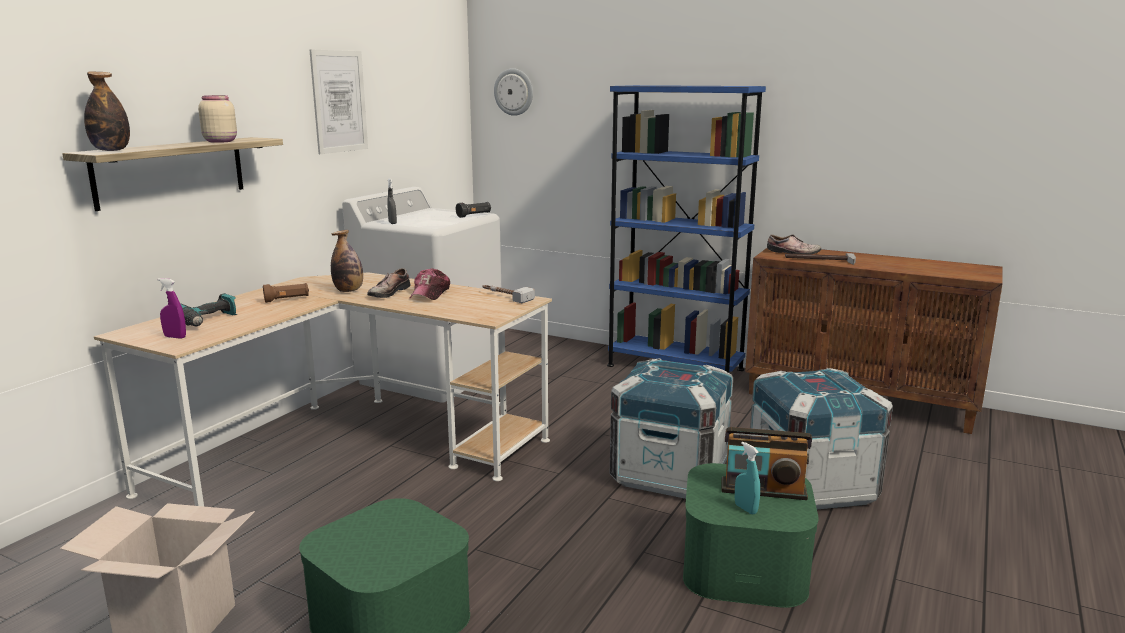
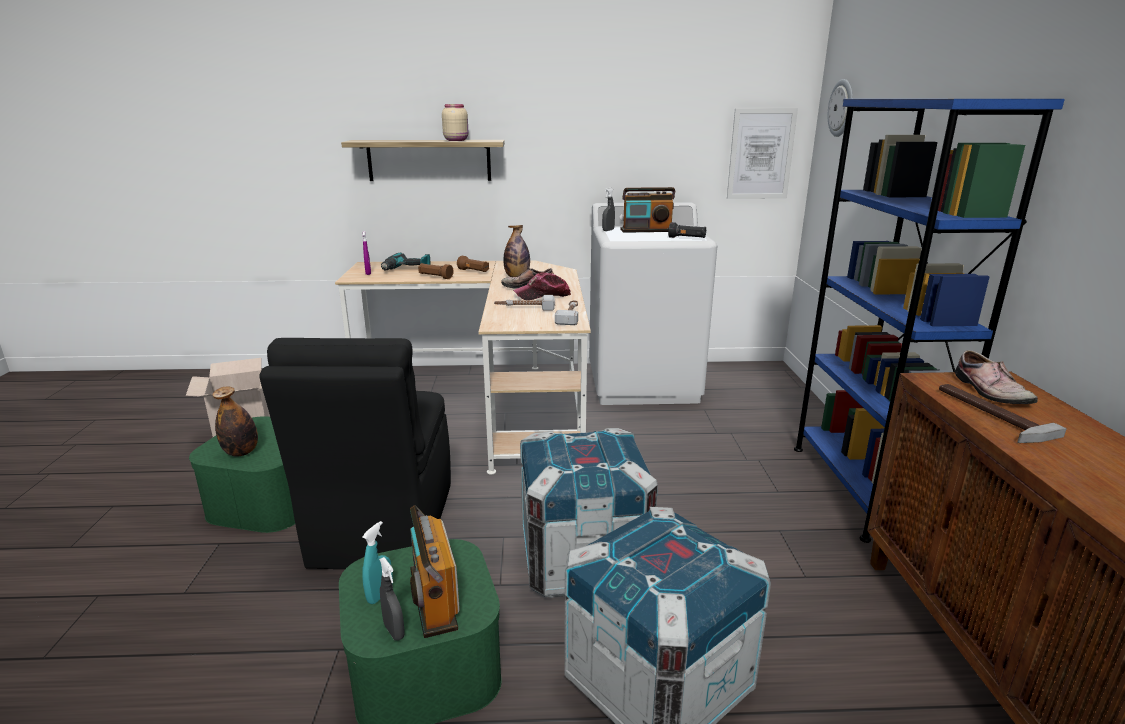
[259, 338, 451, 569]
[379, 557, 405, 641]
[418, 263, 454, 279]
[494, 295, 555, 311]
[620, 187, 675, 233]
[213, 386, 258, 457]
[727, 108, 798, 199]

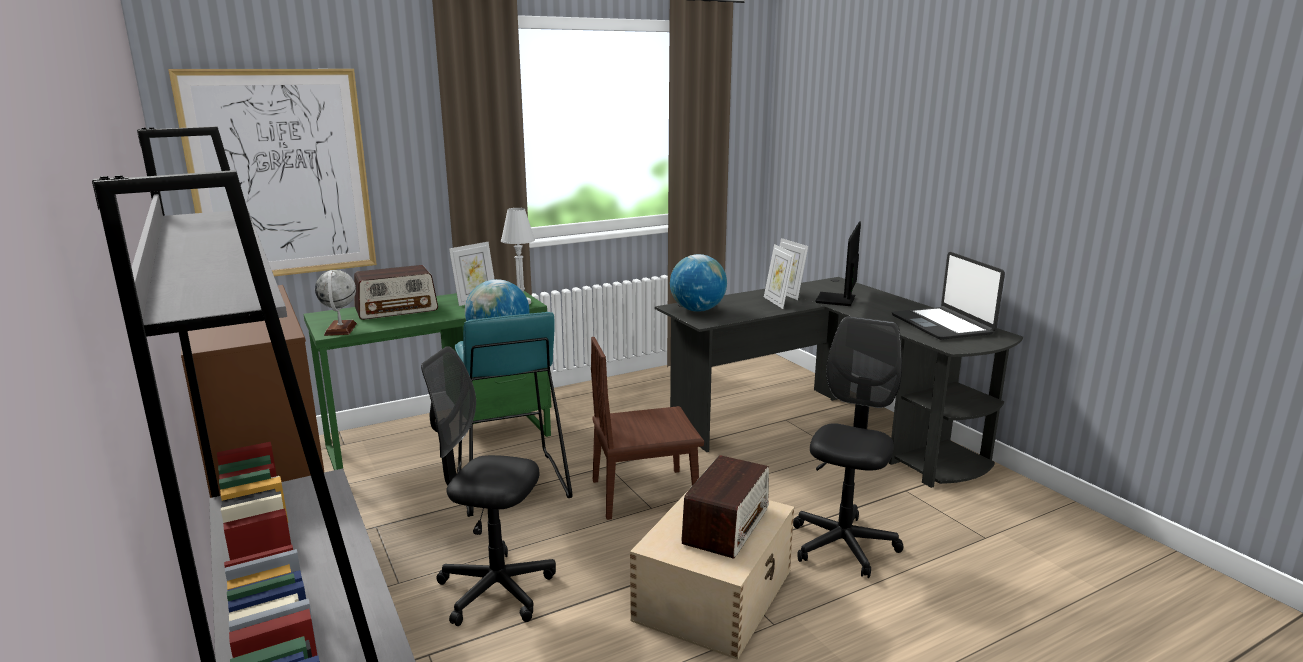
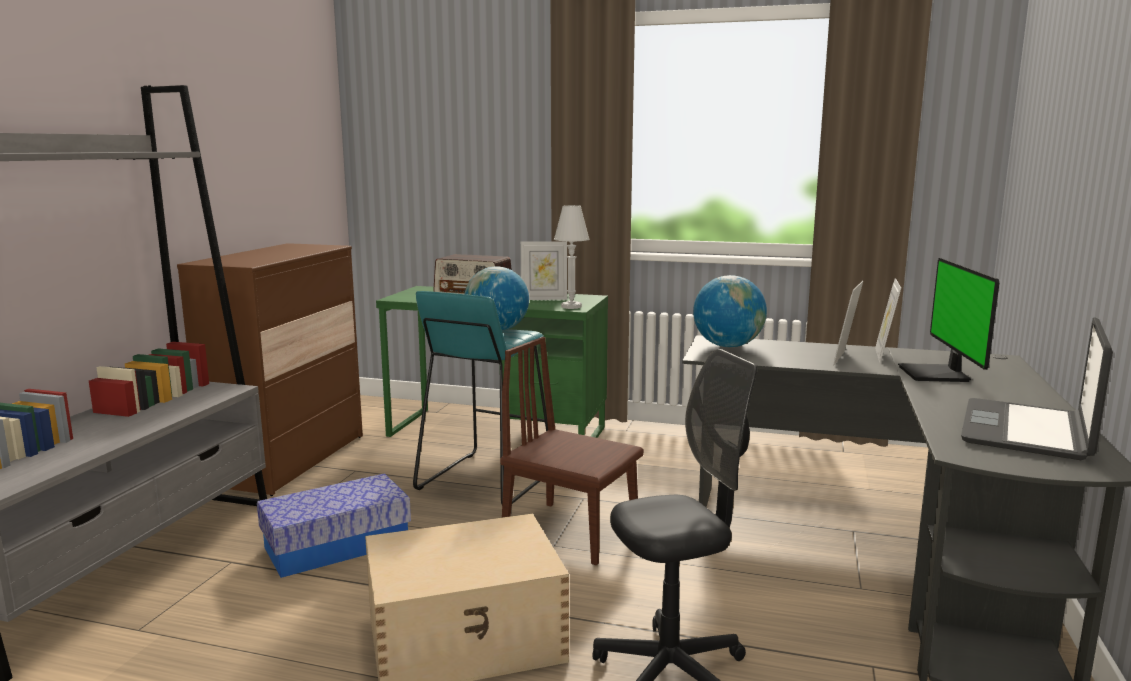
[168, 69, 377, 276] (first image)
[315, 270, 357, 336] (first image)
[682, 455, 769, 559] (first image)
[257, 473, 411, 578]
[898, 258, 999, 382]

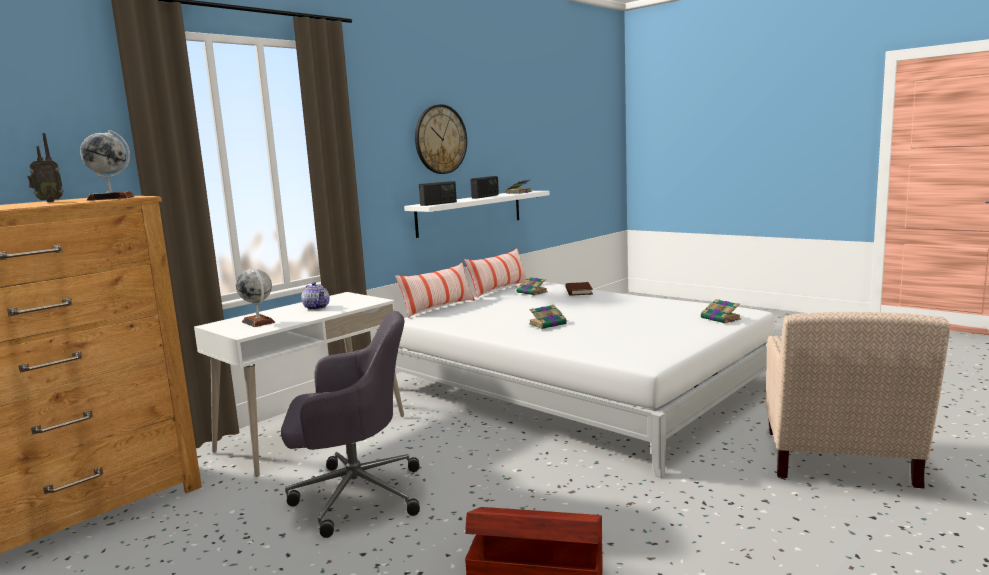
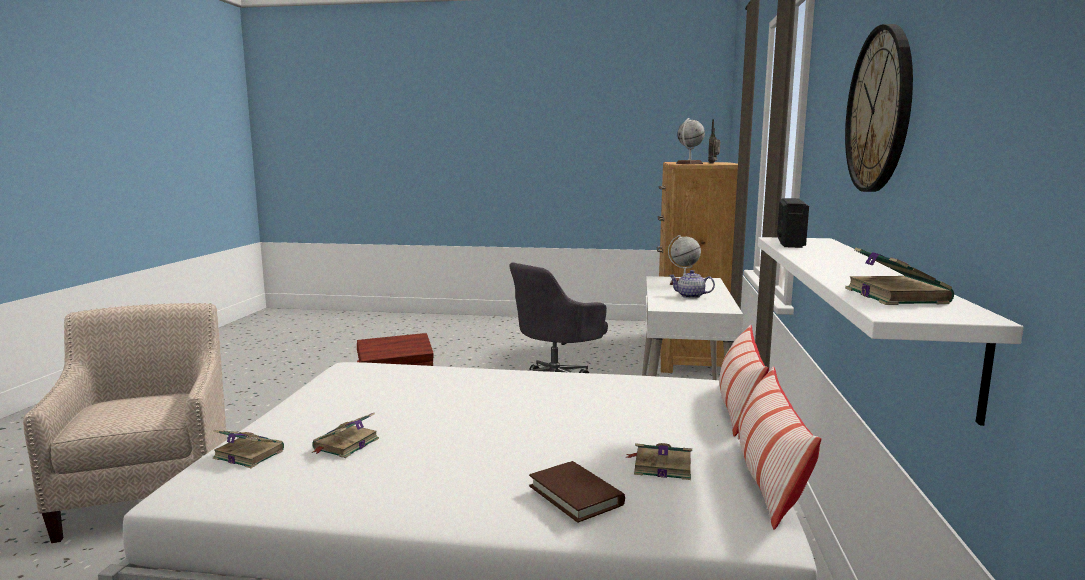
[470, 176, 499, 198] (first image)
[311, 413, 379, 458]

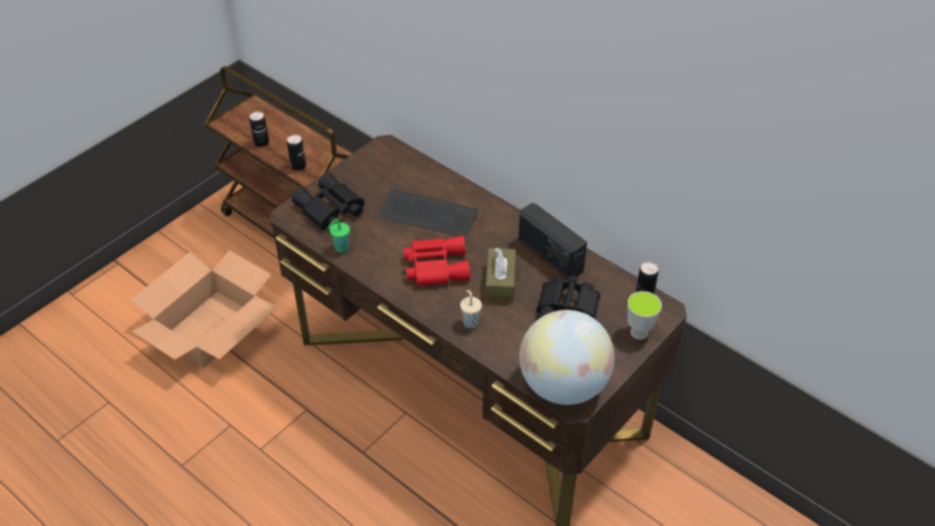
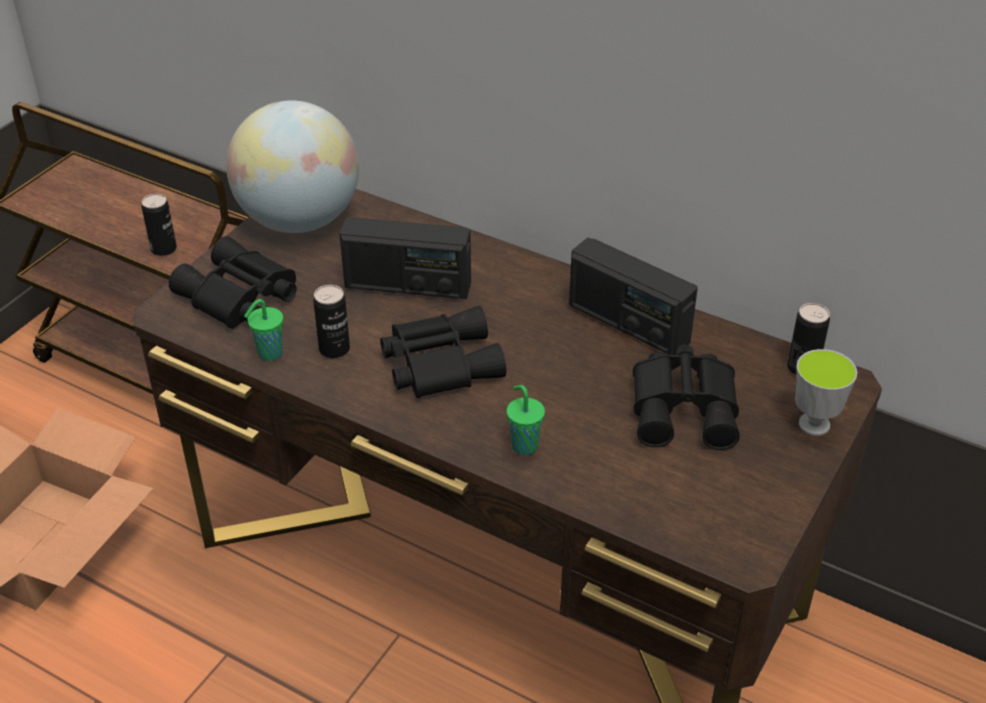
[486, 248, 516, 302] (first image)
[313, 285, 350, 358]
[226, 100, 359, 233]
[339, 217, 471, 299]
[380, 306, 506, 398]
[506, 385, 545, 455]

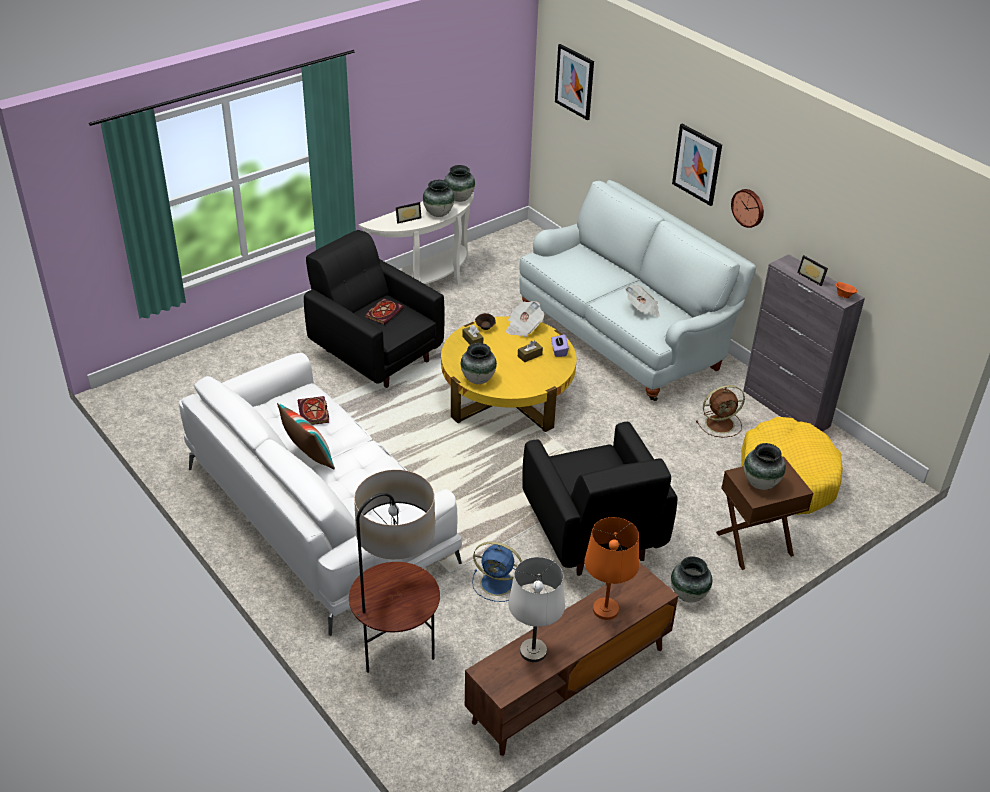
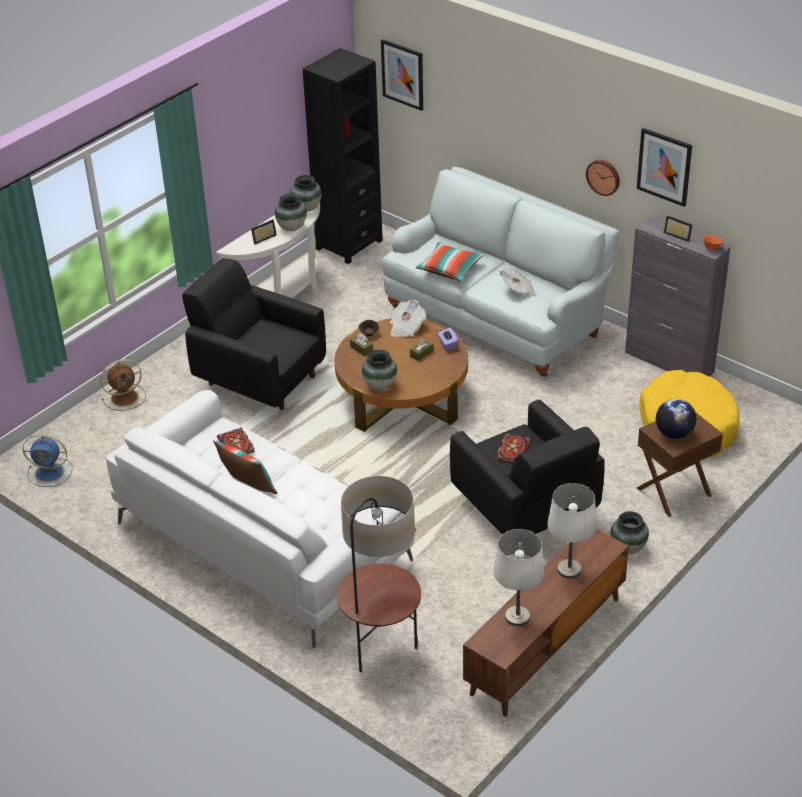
[303, 48, 383, 264]
[416, 242, 485, 282]
[496, 434, 532, 463]
[23, 434, 72, 487]
[637, 128, 692, 207]
[100, 359, 146, 411]
[656, 399, 696, 439]
[334, 319, 468, 432]
[547, 483, 597, 579]

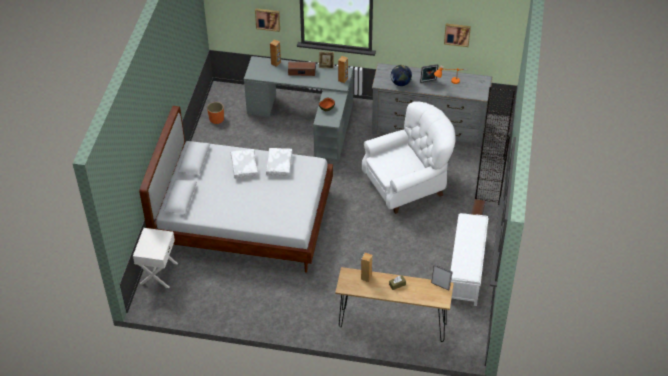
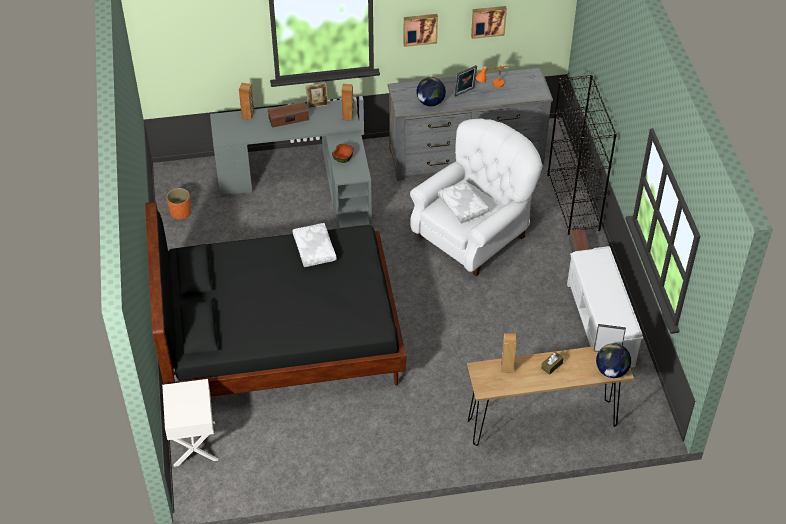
[596, 343, 631, 378]
[438, 181, 489, 224]
[403, 14, 438, 47]
[145, 202, 406, 397]

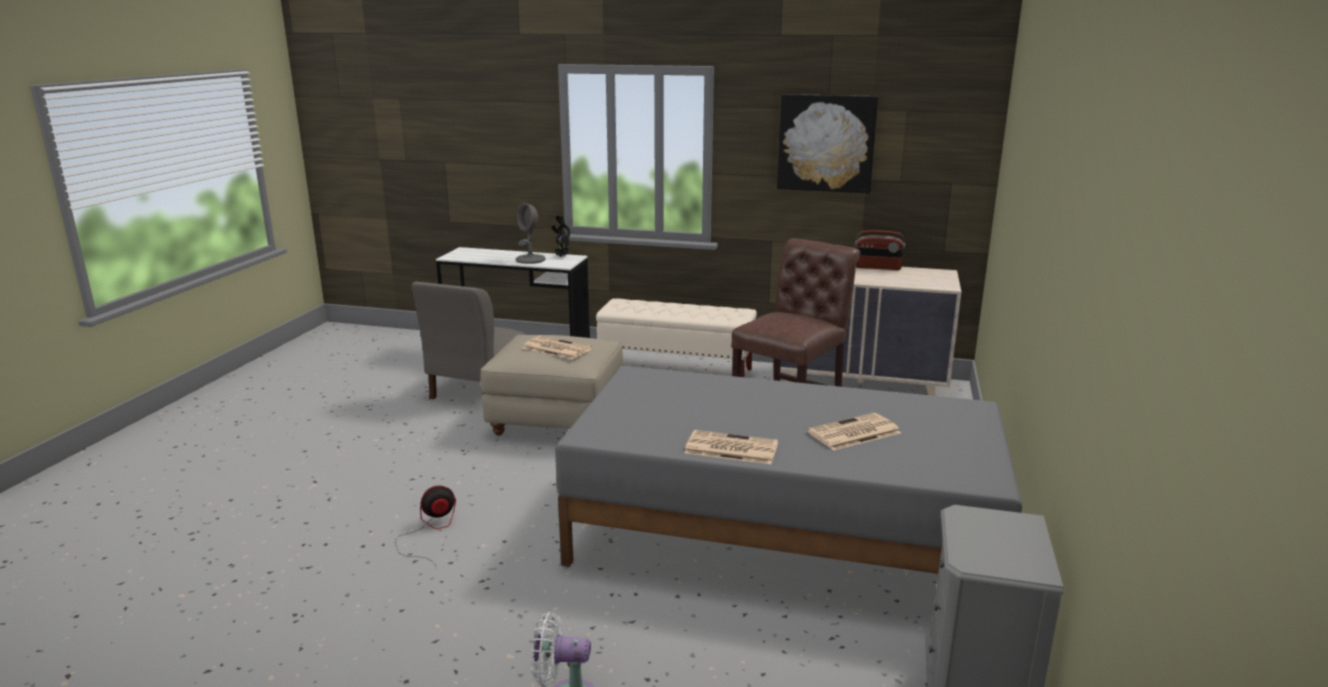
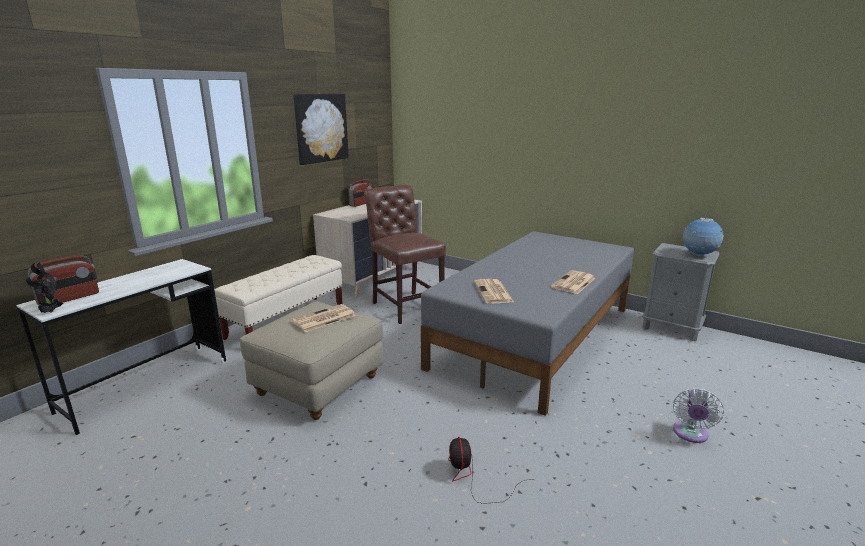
[412, 282, 525, 399] (first image)
[516, 203, 545, 264] (first image)
[28, 255, 99, 306]
[683, 218, 724, 256]
[26, 262, 63, 313]
[474, 279, 514, 304]

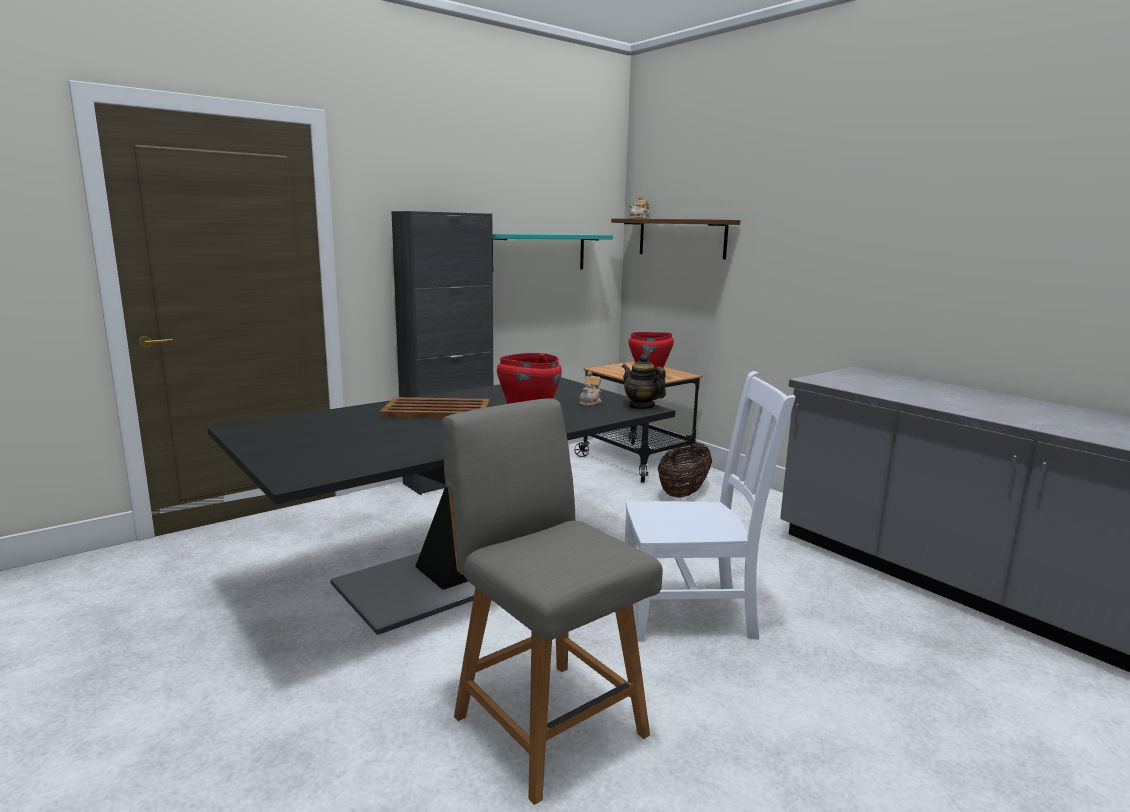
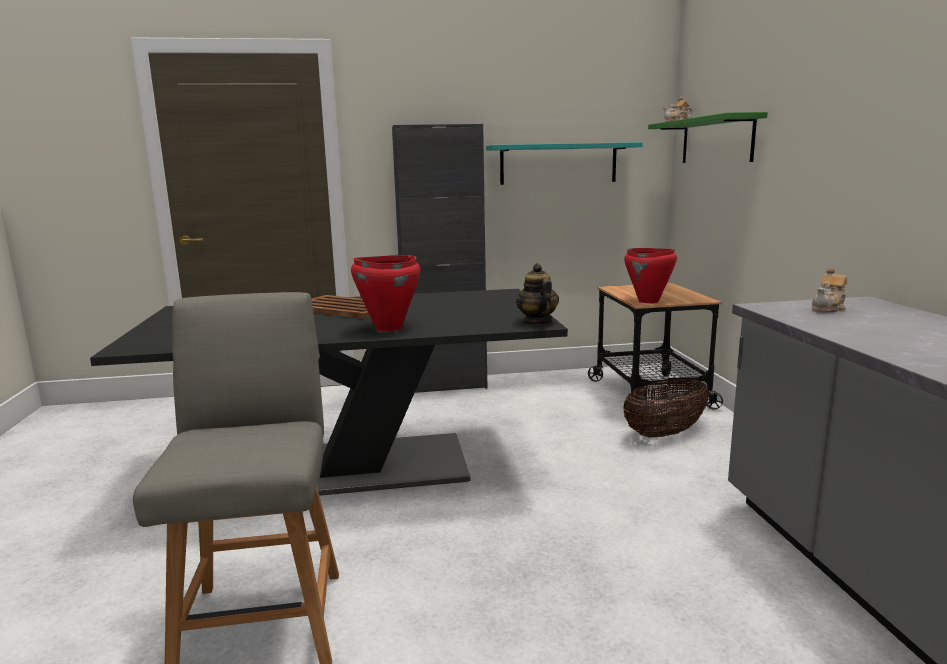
[625, 371, 796, 642] (first image)
[812, 267, 847, 312]
[648, 112, 768, 163]

